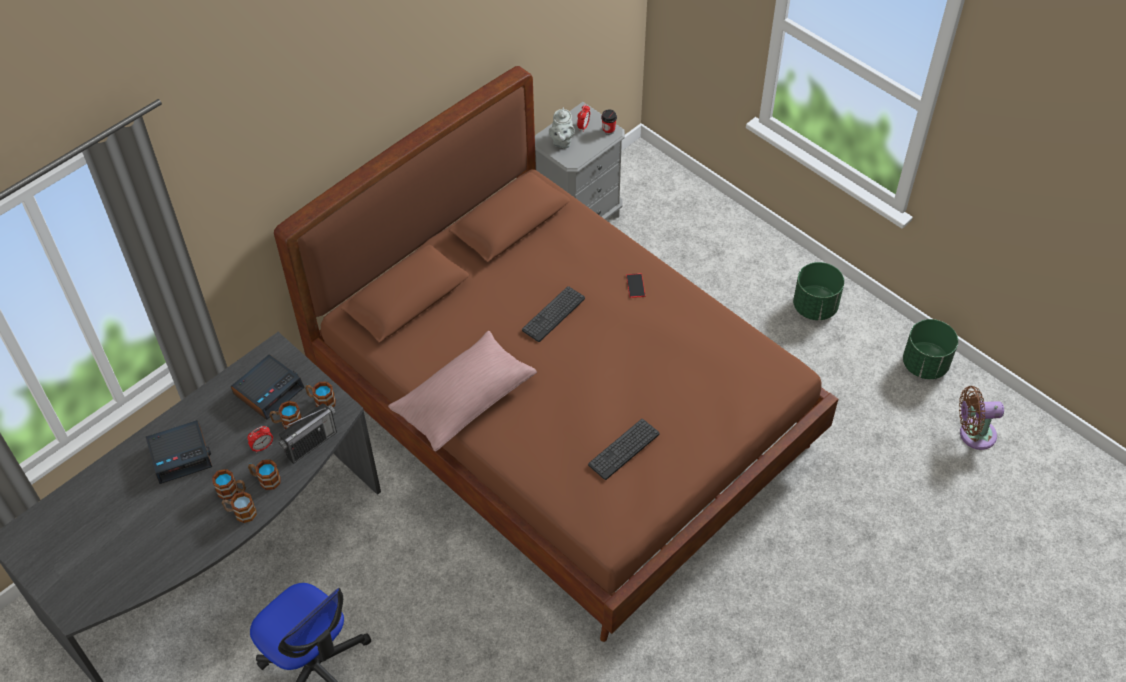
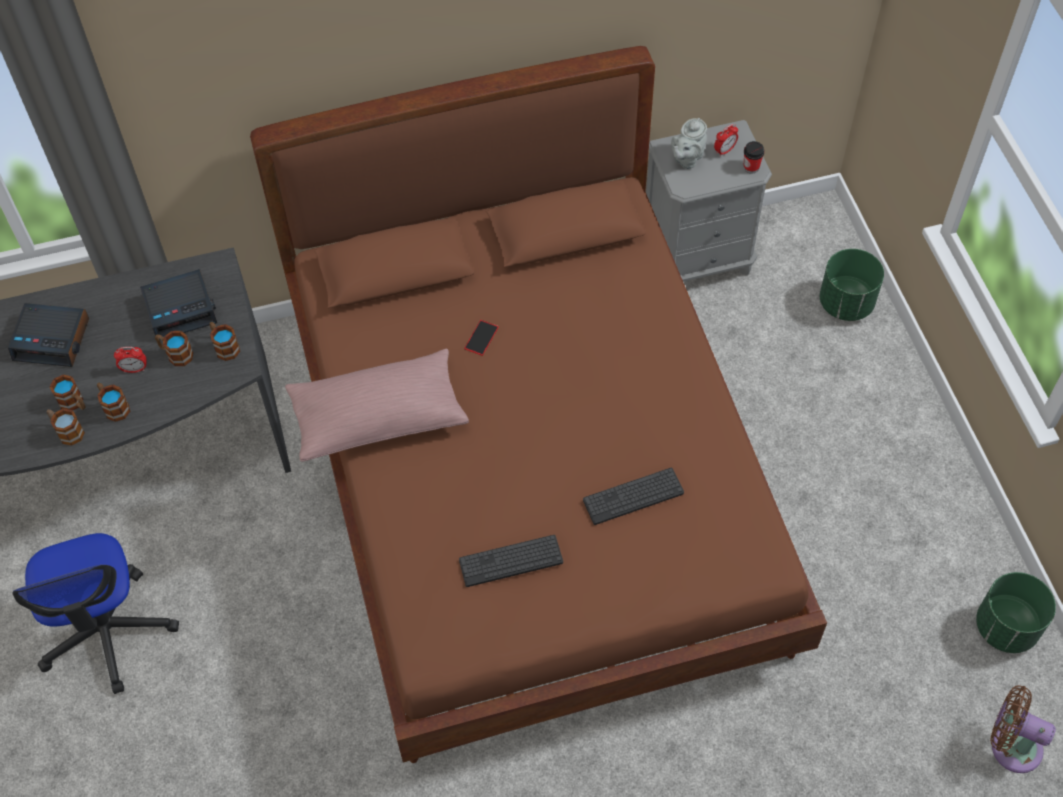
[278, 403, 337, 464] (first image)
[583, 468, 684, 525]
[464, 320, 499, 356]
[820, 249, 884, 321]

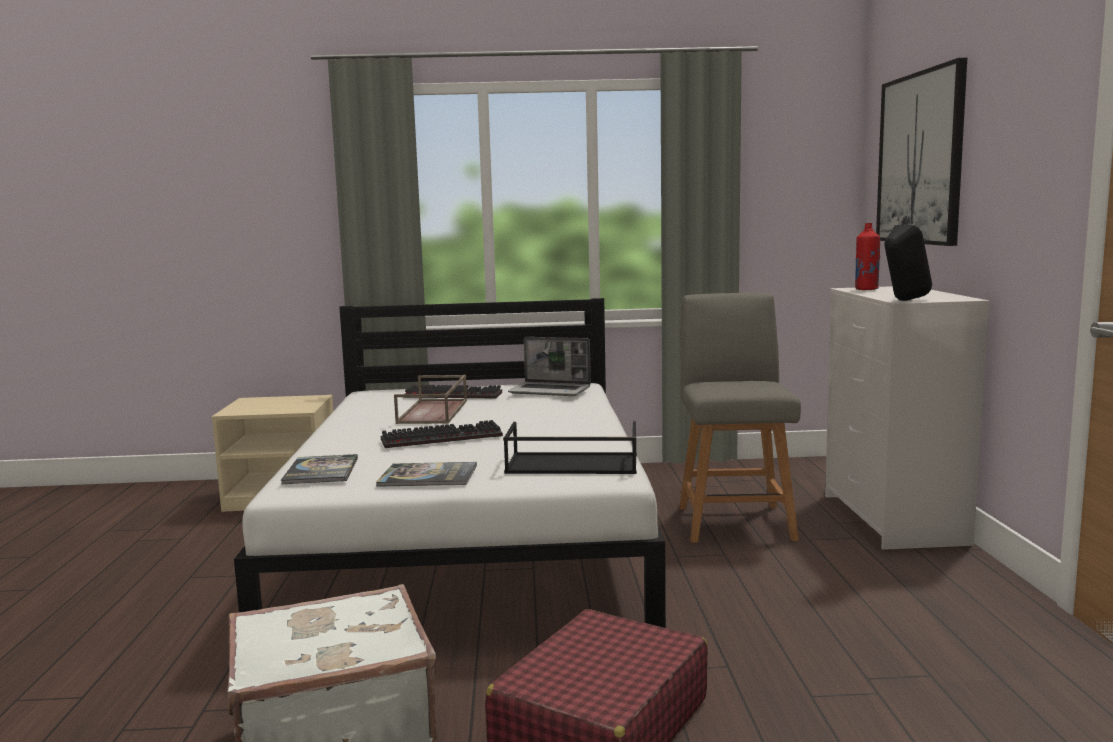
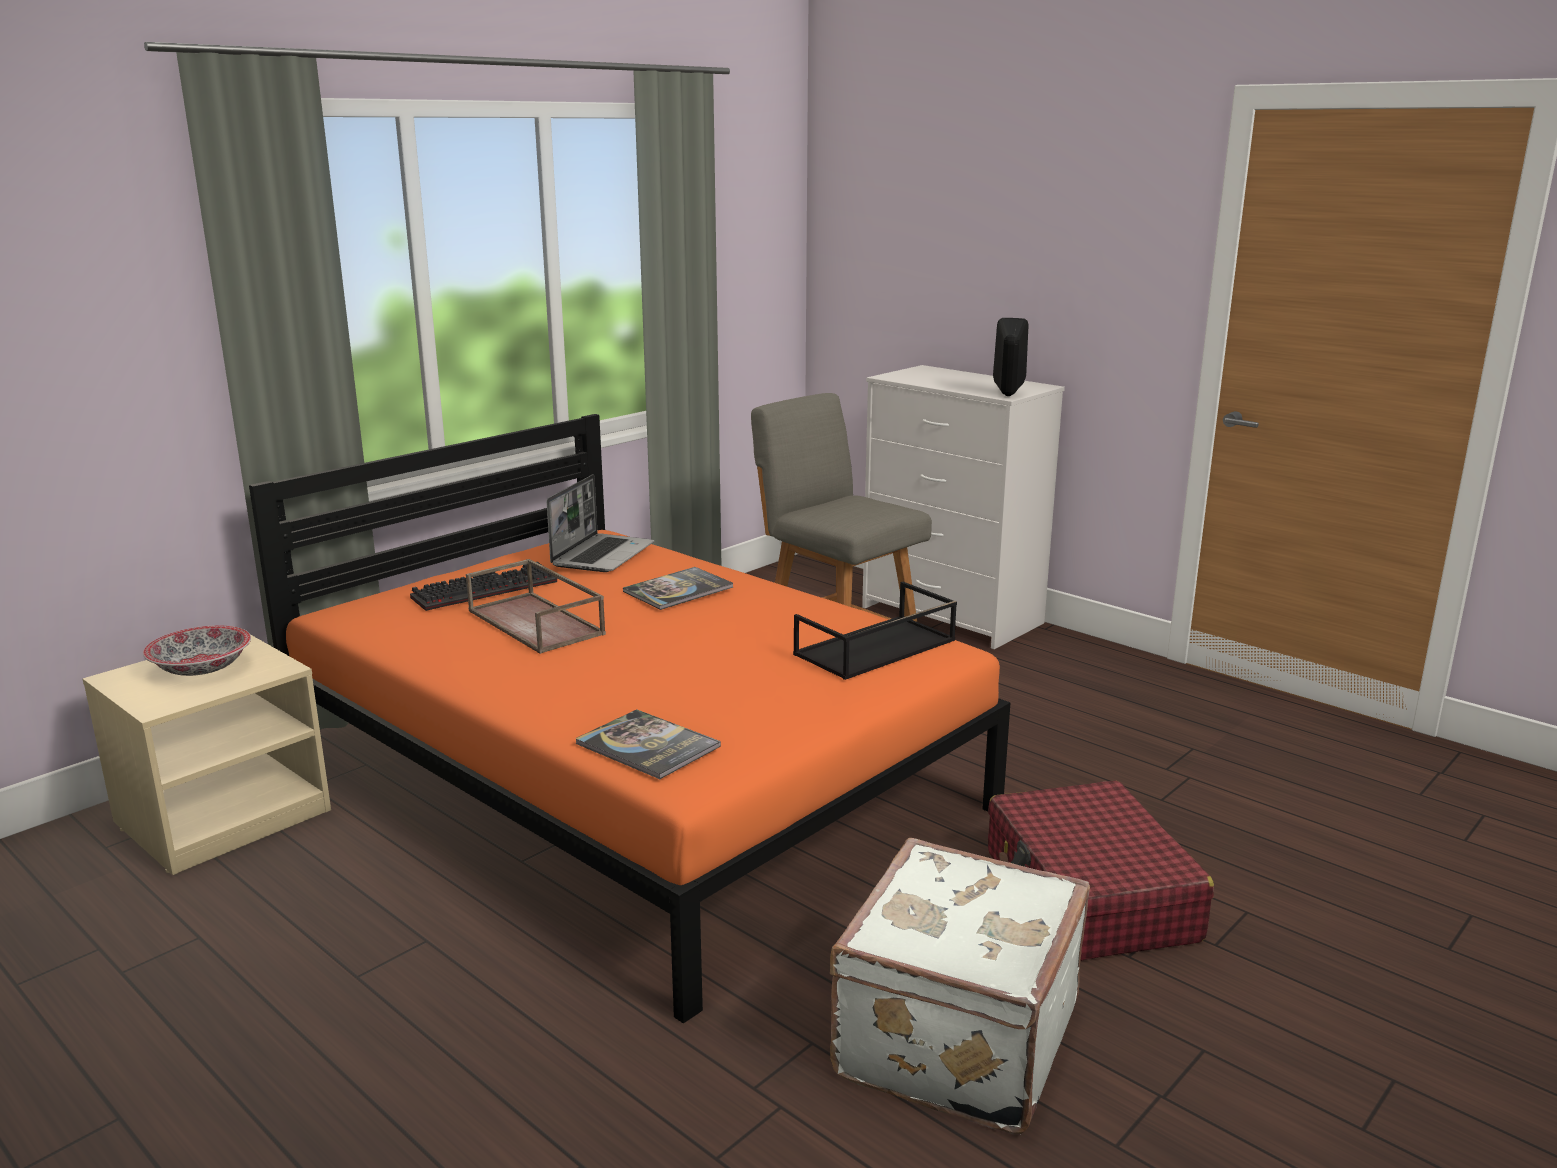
[381, 420, 503, 448] (first image)
[855, 223, 880, 290] (first image)
[876, 58, 967, 246] (first image)
[143, 625, 251, 676]
[623, 567, 733, 610]
[249, 414, 1011, 1024]
[547, 474, 654, 572]

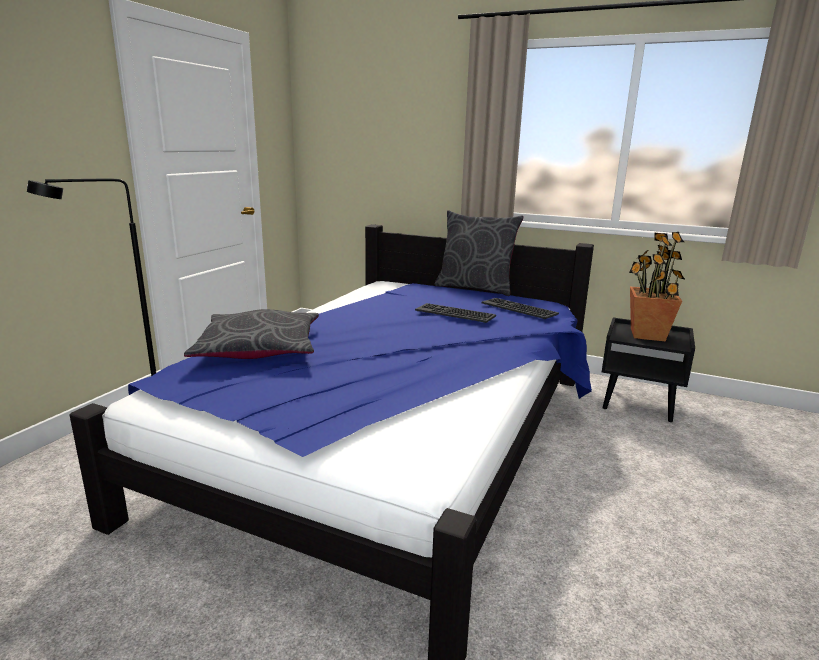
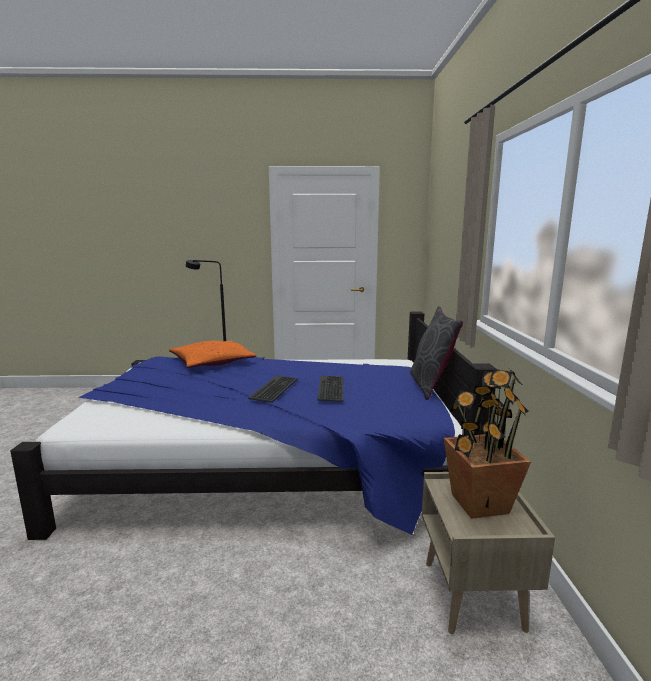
[248, 375, 298, 403]
[169, 340, 256, 368]
[422, 472, 555, 634]

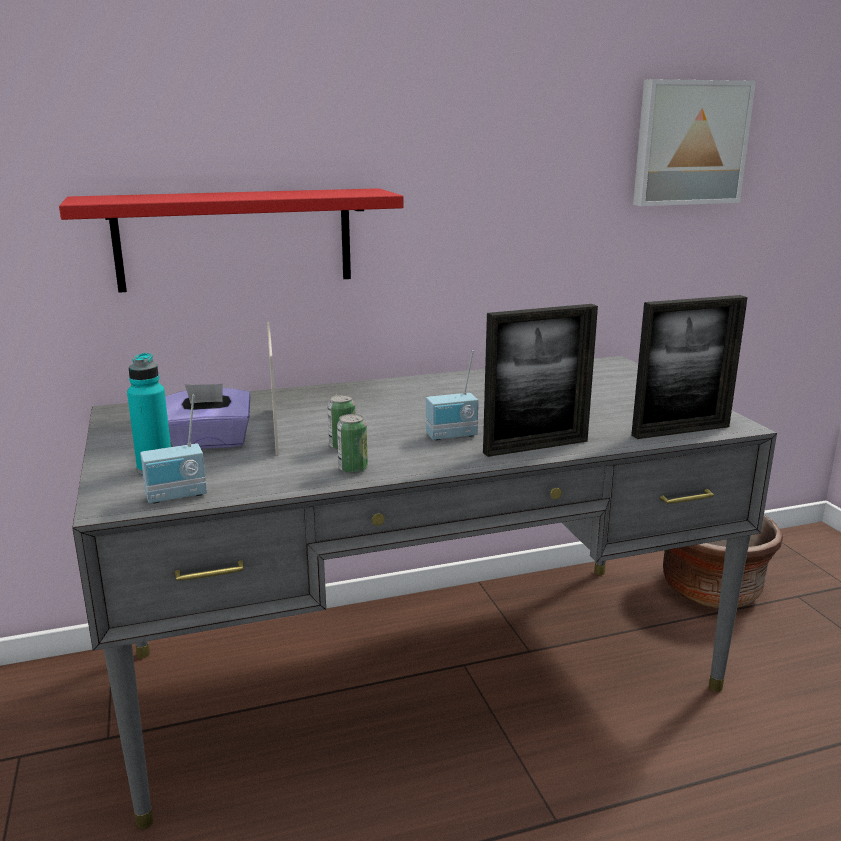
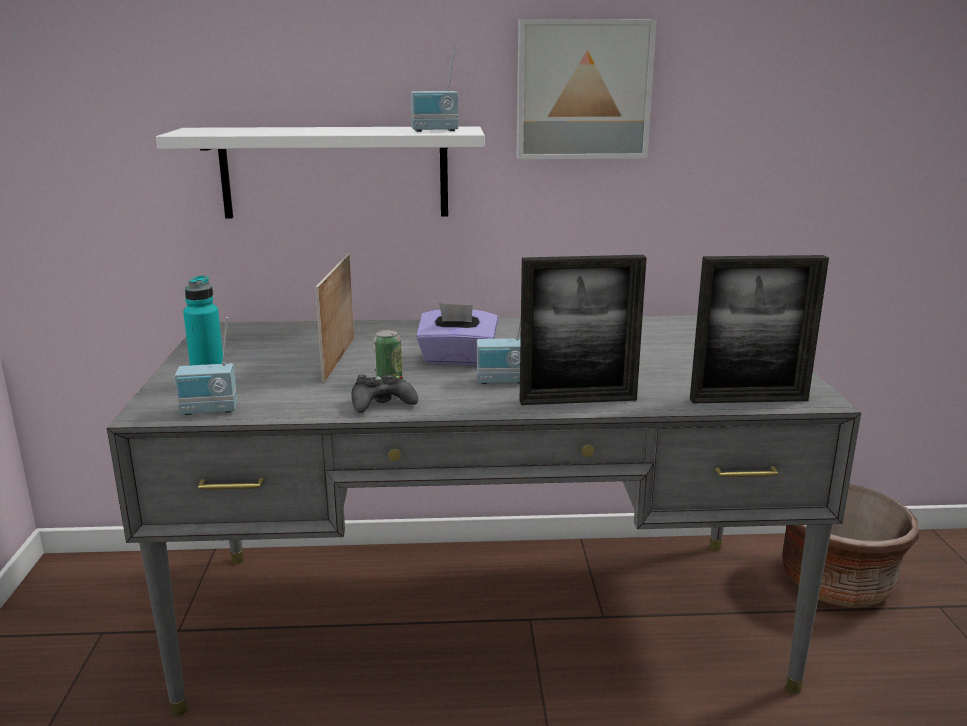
[411, 46, 458, 132]
[416, 303, 498, 366]
[517, 19, 657, 159]
[352, 374, 418, 413]
[156, 126, 485, 218]

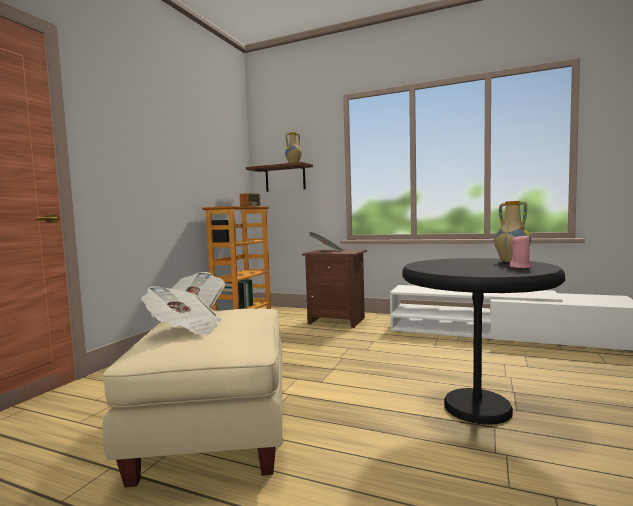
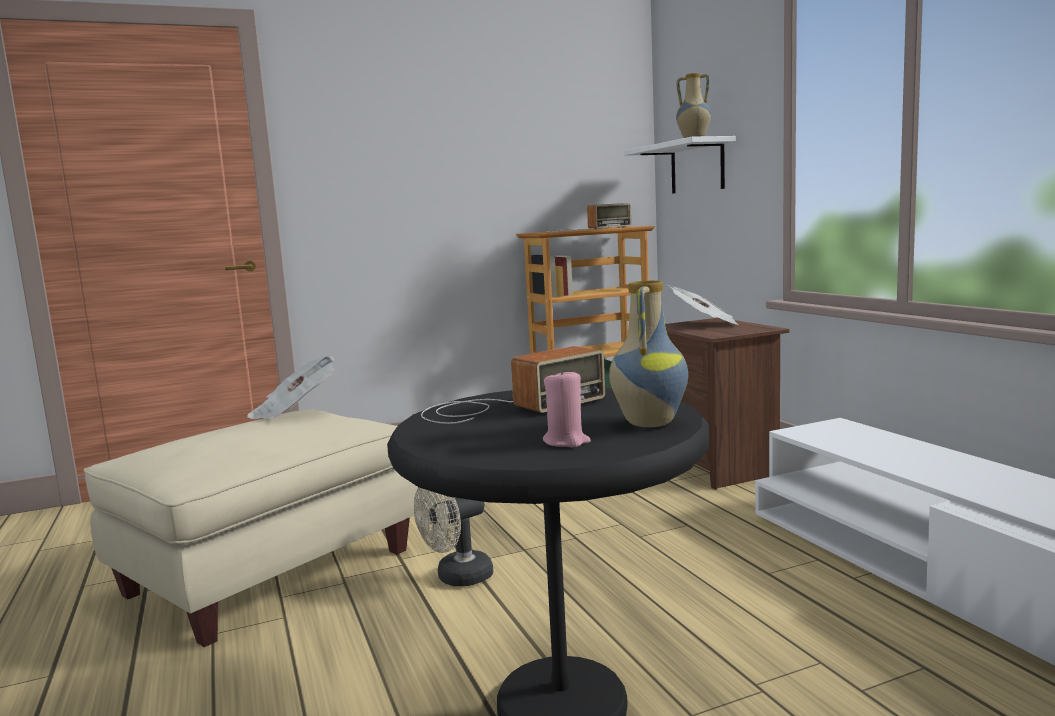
[141, 286, 221, 336] (first image)
[414, 487, 493, 586]
[421, 346, 605, 424]
[624, 136, 736, 193]

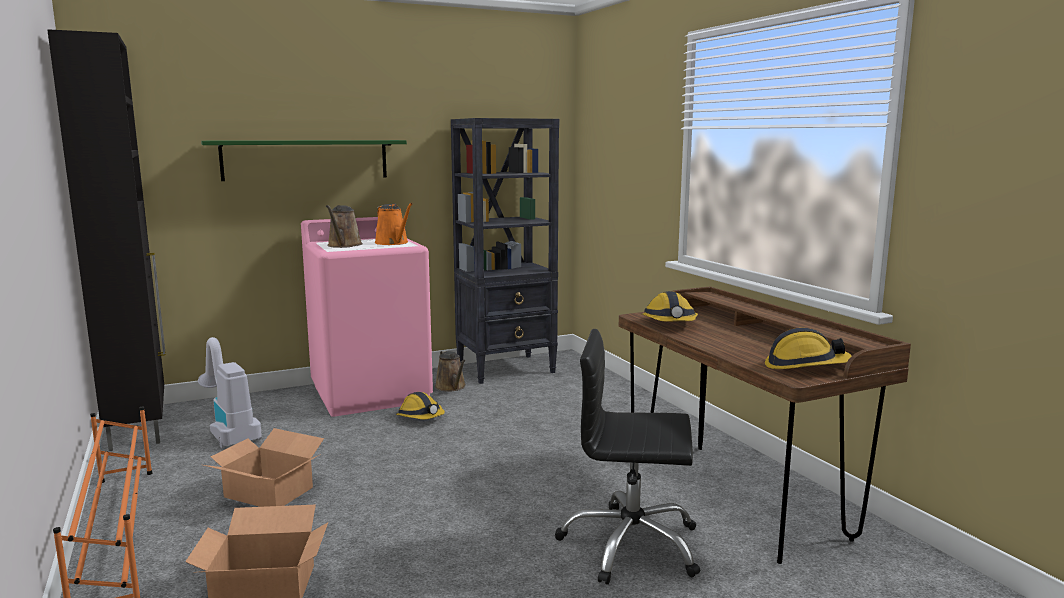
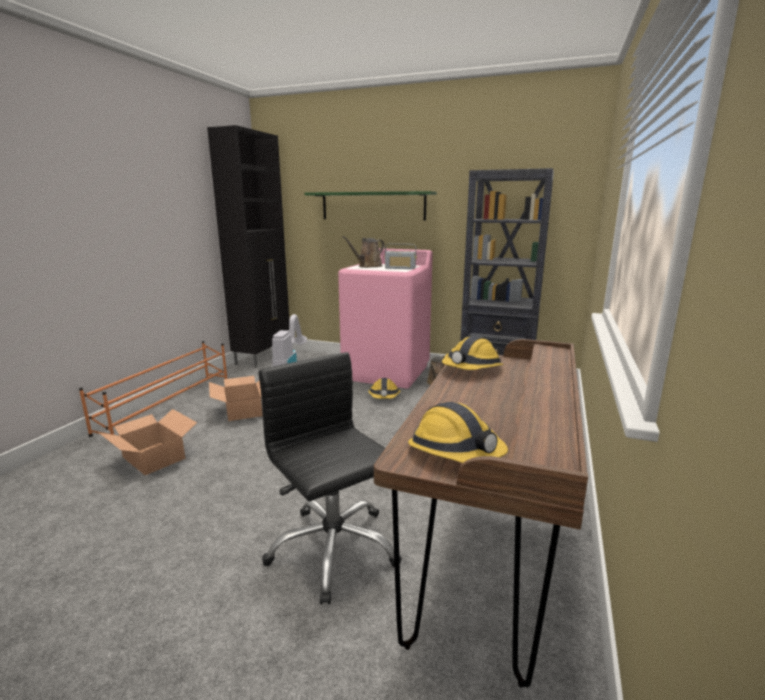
[385, 244, 417, 269]

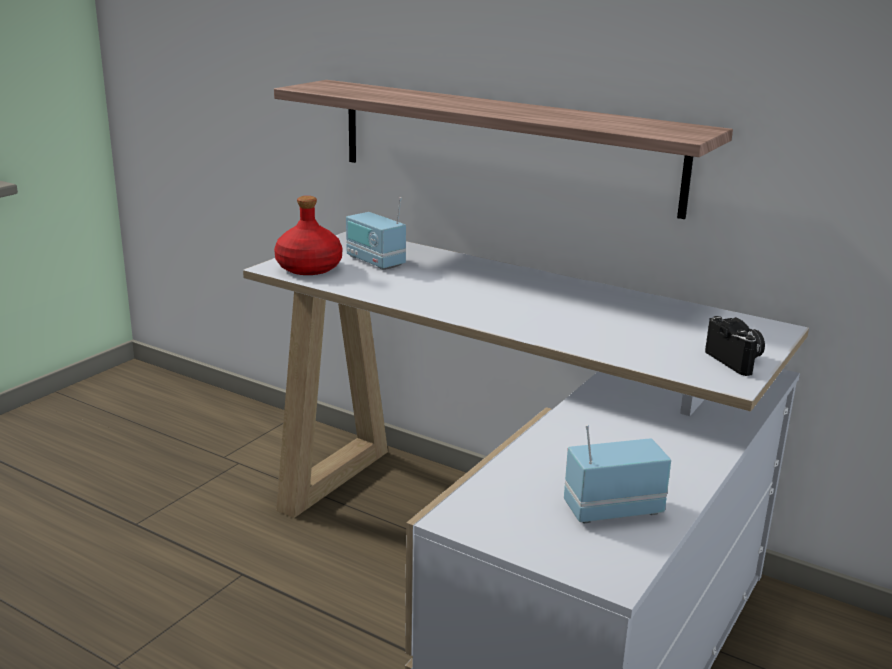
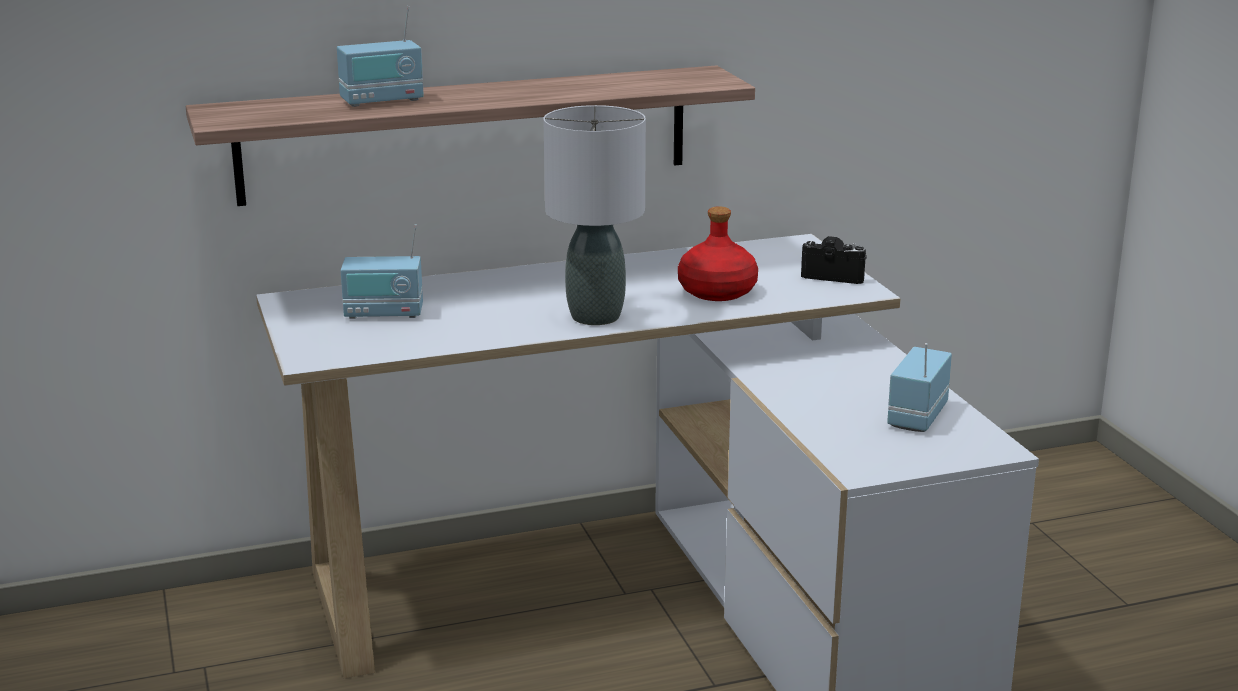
[337, 6, 424, 107]
[543, 105, 646, 325]
[678, 206, 758, 301]

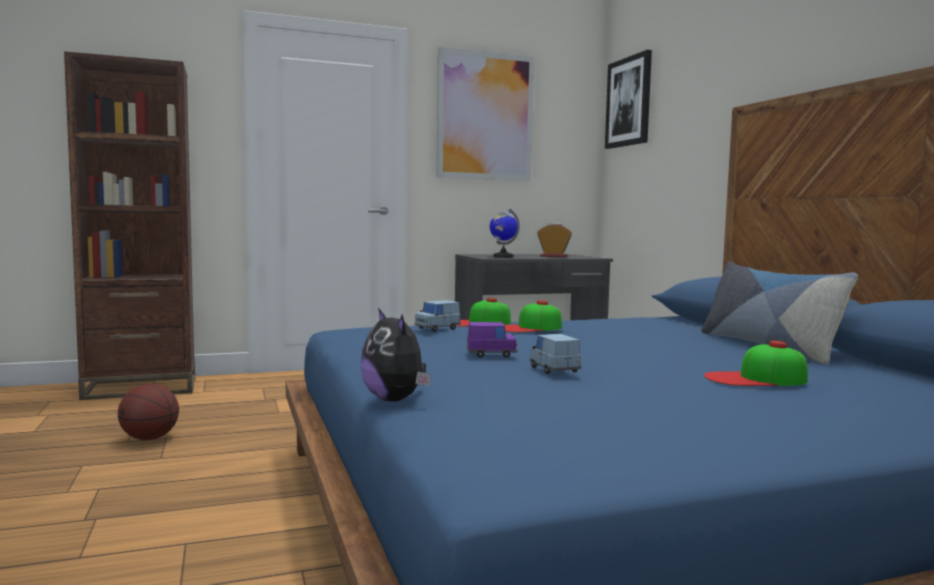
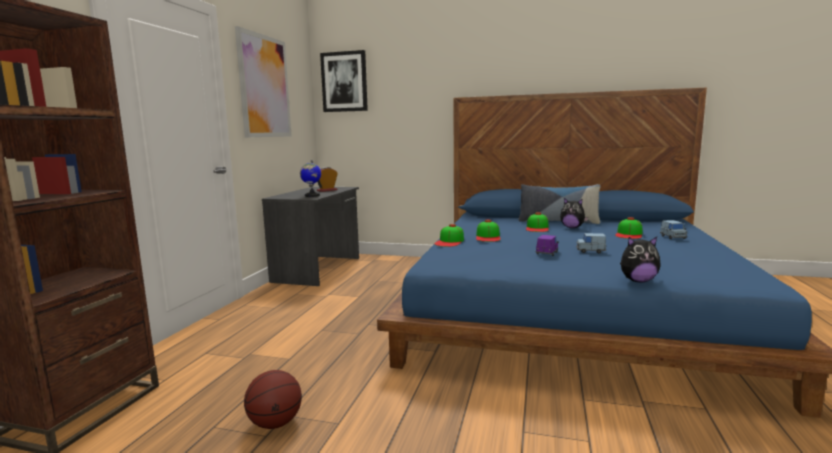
[526, 212, 549, 232]
[560, 198, 588, 228]
[660, 220, 687, 239]

